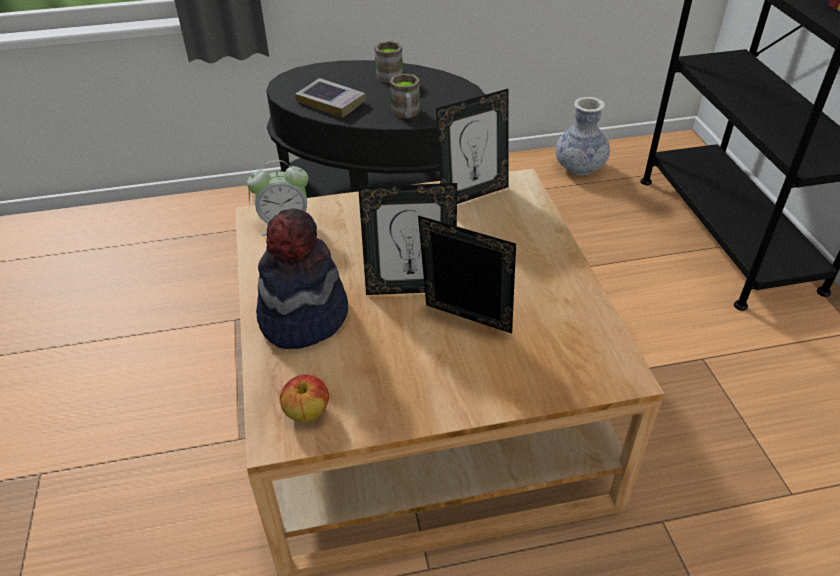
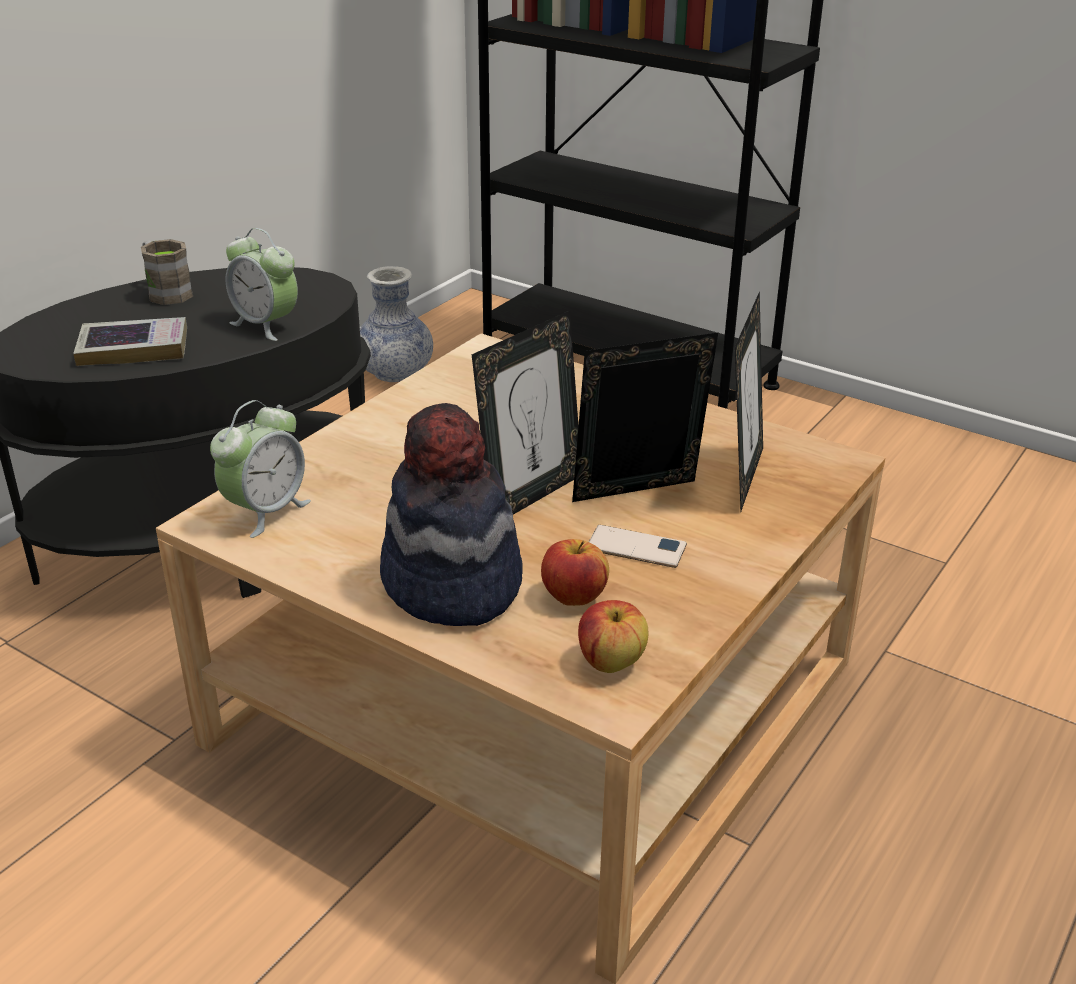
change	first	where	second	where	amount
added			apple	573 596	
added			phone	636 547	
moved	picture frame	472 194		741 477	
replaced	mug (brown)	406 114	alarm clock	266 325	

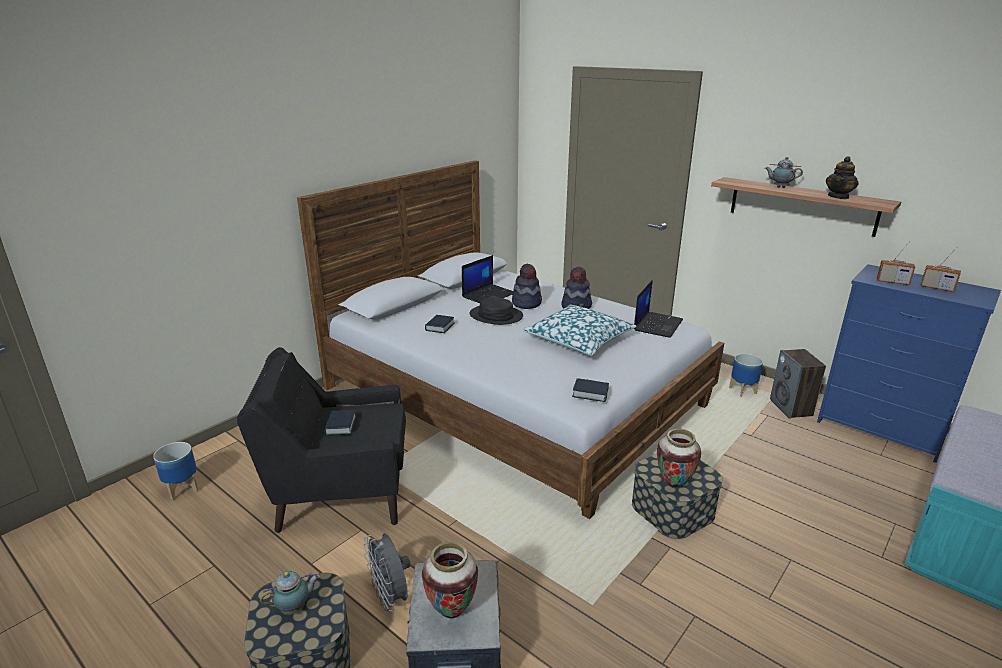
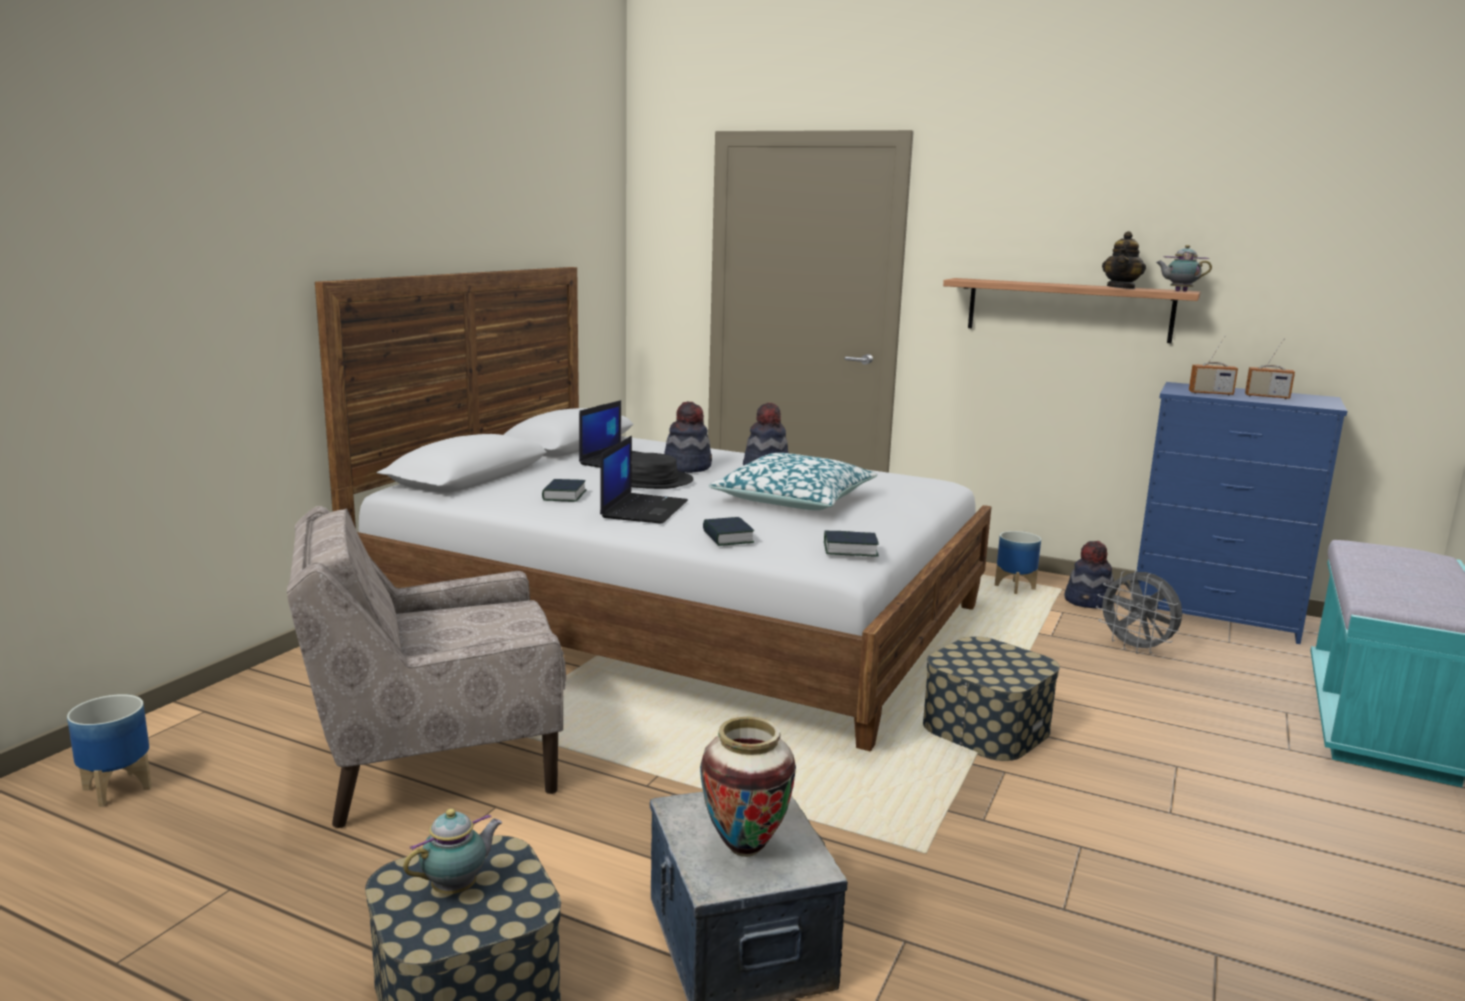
change	first	where	second	where	amount
removed	vase	674 484			
moved	book	340 426		728 537	
moved	fan (grey)	390 597		1136 648	
moved	laptop	657 324		644 509	
moved	teapot	779 187		1179 291	
replaced	speaker	791 408	hat	1089 601	
recoloured	armchair (black)	341 491	armchair (beige)	435 760	

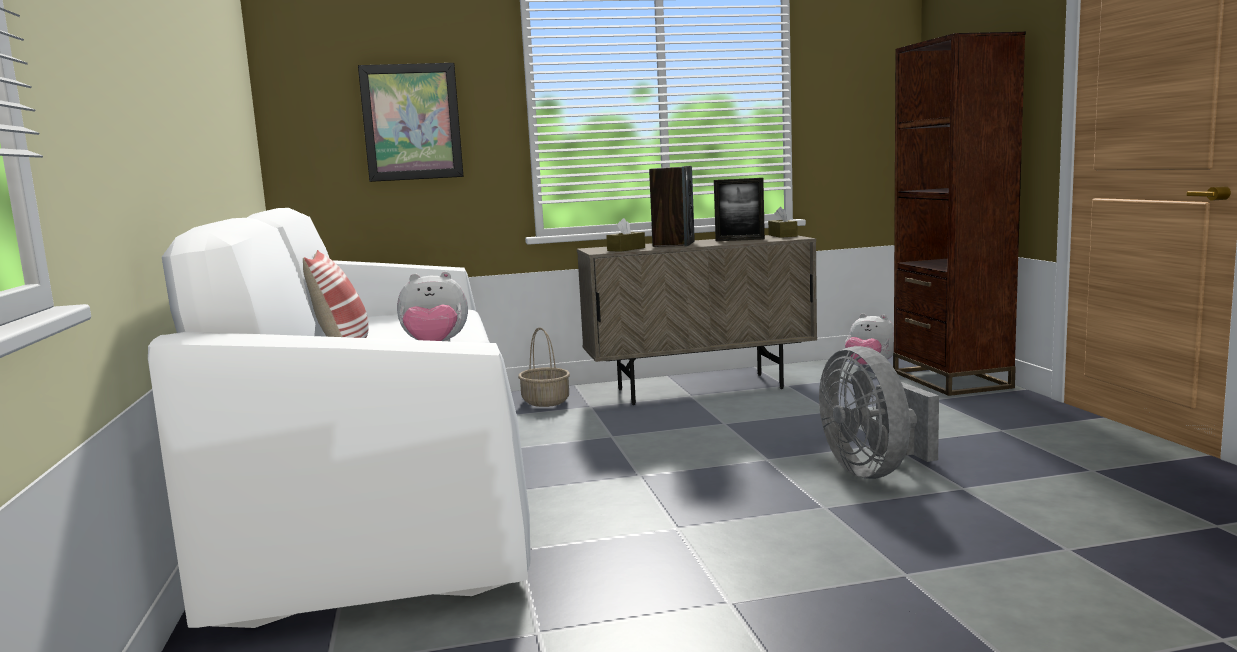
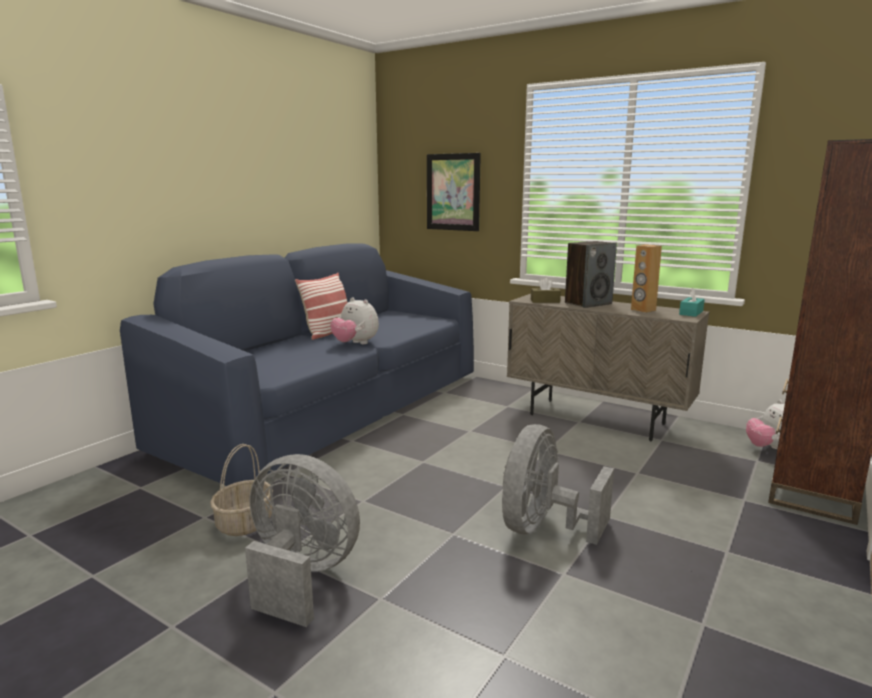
change	first	where	second	where	amount
added			fan (grey)	301 576	
moved	basket	545 401		244 523	
replaced	picture frame	740 240	speaker (brown)	643 310	
recoloured	sofa (white)	384 478	sofa (blue)	333 410	
recoloured	tissue box (brown)	782 235	tissue box (turquoise)	691 313	

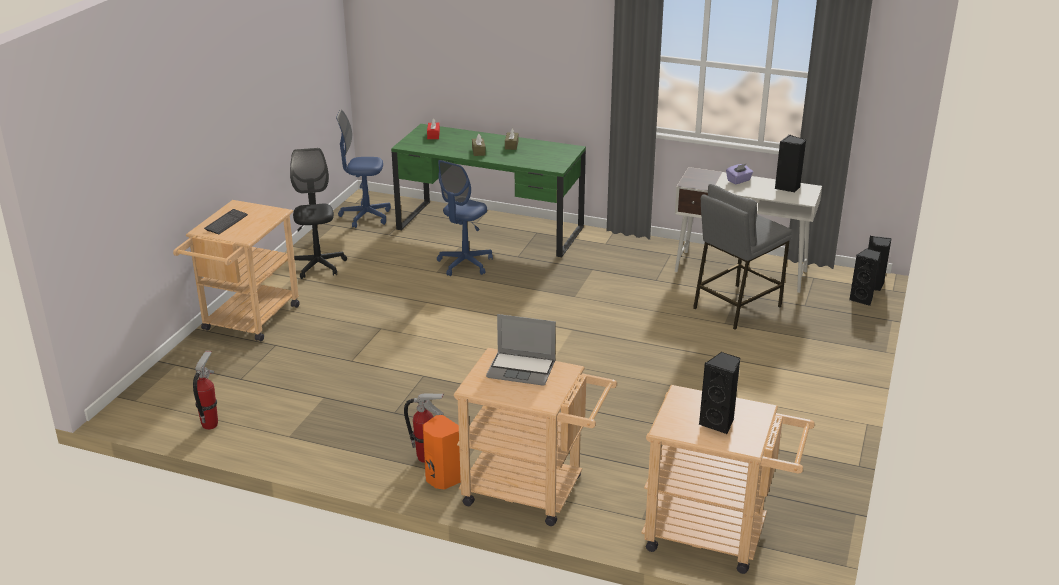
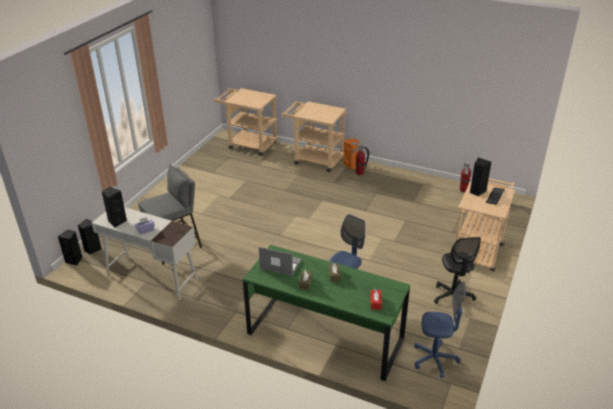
change	first	where	second	where	amount
moved	laptop	522 369		279 265	
moved	speaker (black)	719 423		476 191	

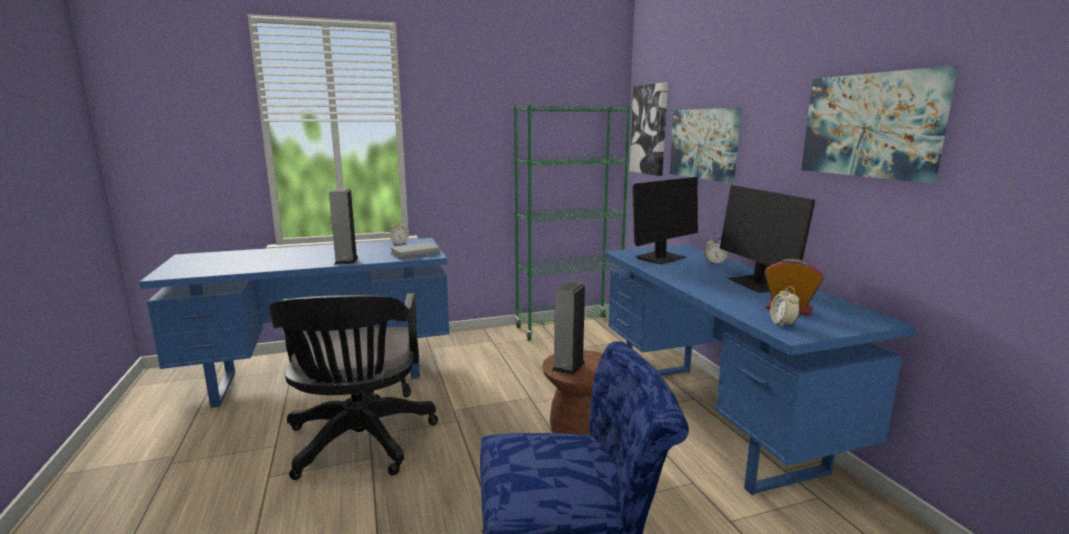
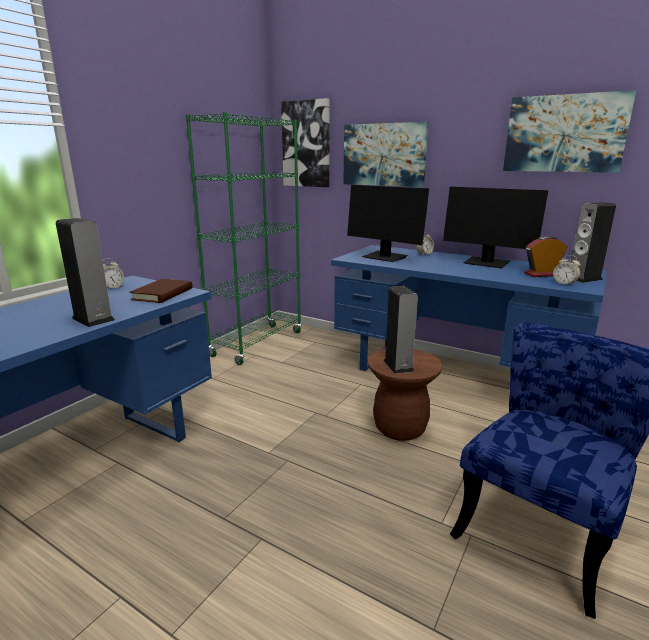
change	first	where	second	where	amount
removed	office chair (black)	359 444			
added			speaker	583 279	
recoloured	book (grey)	415 253	book (brown)	163 294	
turned	monitor	660 258		385 257	120 degrees clockwise

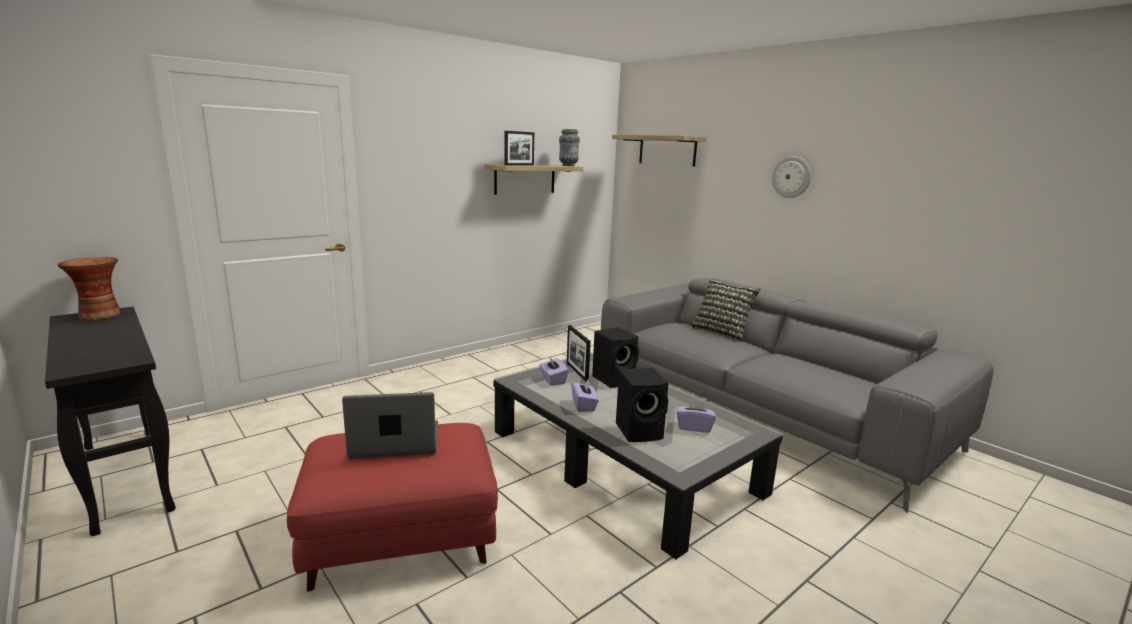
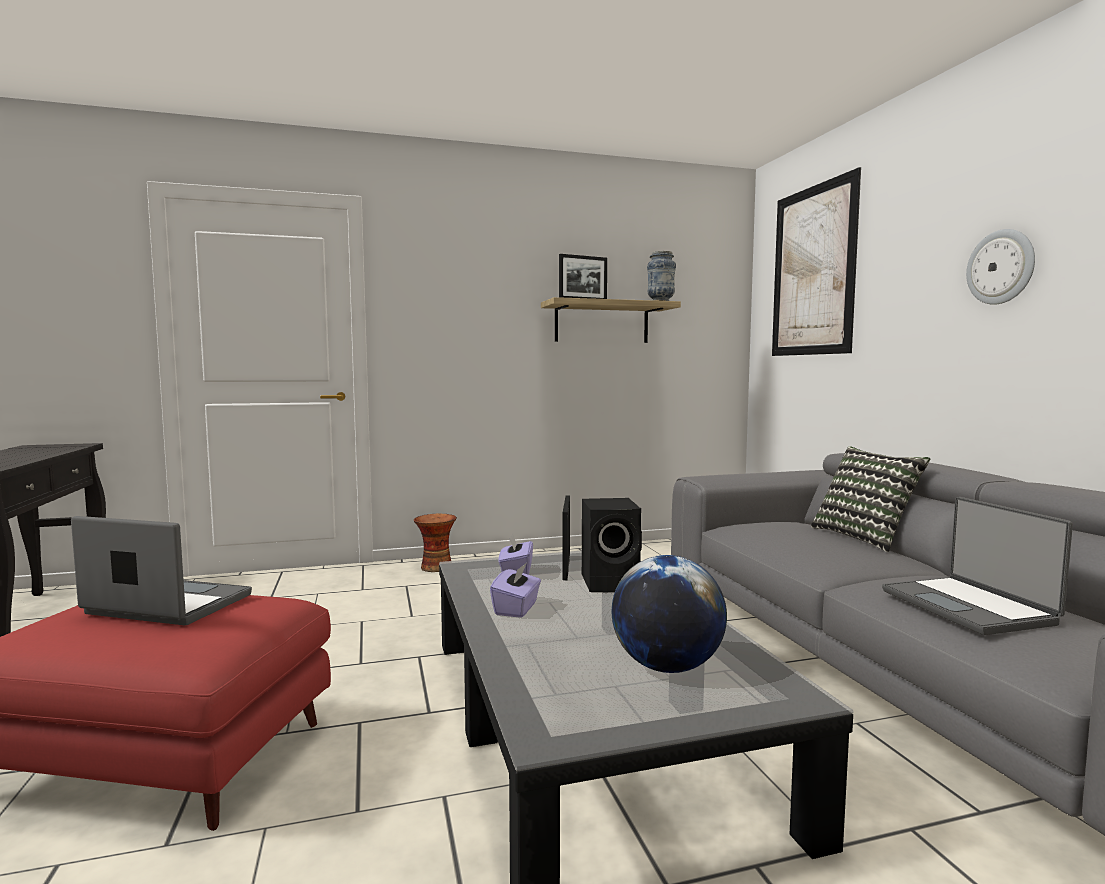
change	first	where	second	where	amount
removed	speaker (black)	640 431			
added			laptop	969 607	
moved	vase	98 315		435 567	
replaced	shelf	667 150	picture	812 271	
replaced	tissue box (purple)	694 427	globe	667 667	

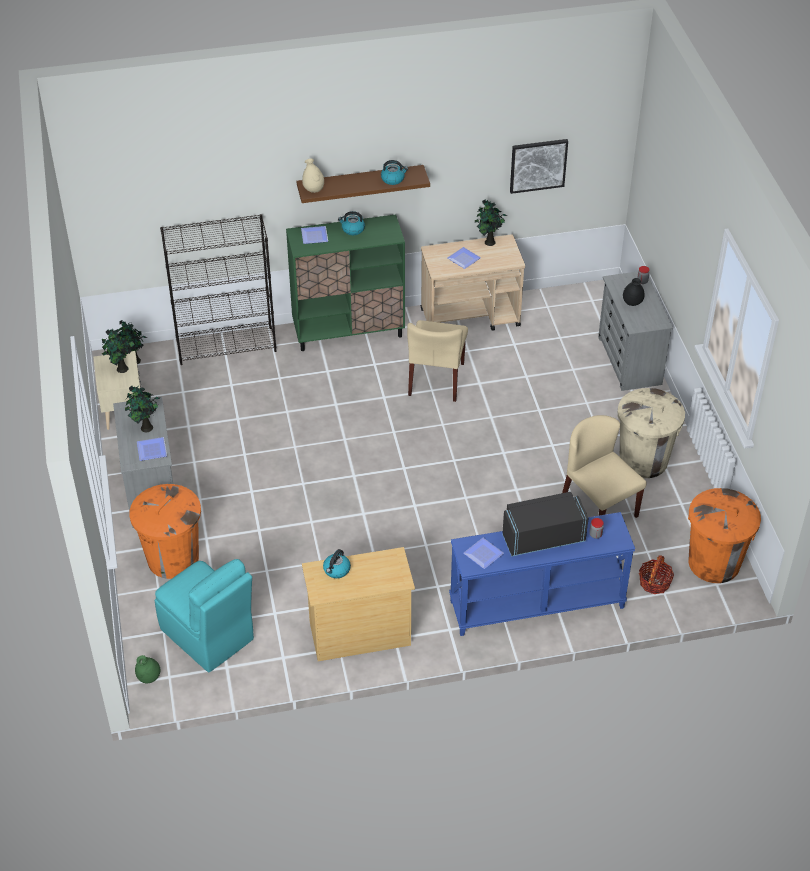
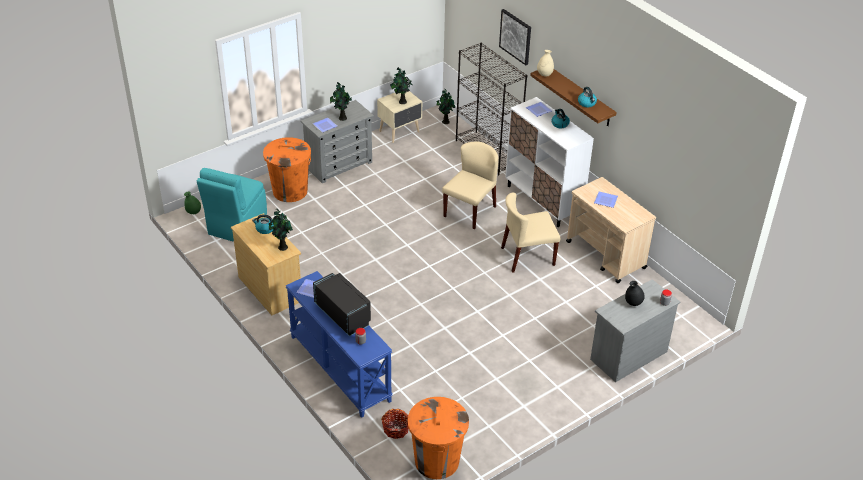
change	first	where	second	where	amount
removed	trash can (beige)	643 460			
moved	potted plant	489 242		282 247	
moved	picture	538 165		516 36	
moved	chair (beige)	598 507		469 211	
recoloured	cabinet (green)	349 331	cabinet (white)	543 201	

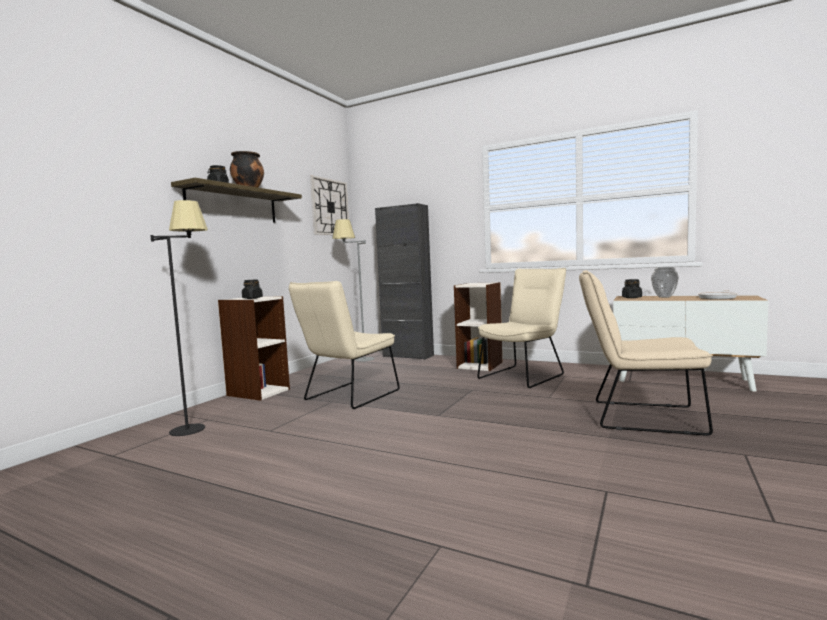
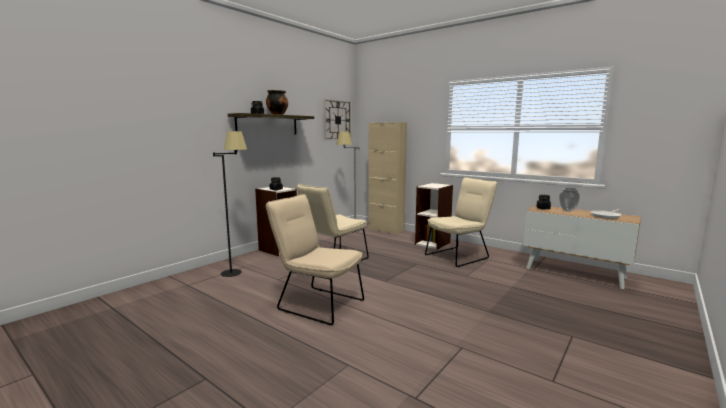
change	first	where	second	where	amount
moved	chair (beige)	637 417		316 303	
recoloured	cabinet (black)	408 356	cabinet (beige)	386 230	

